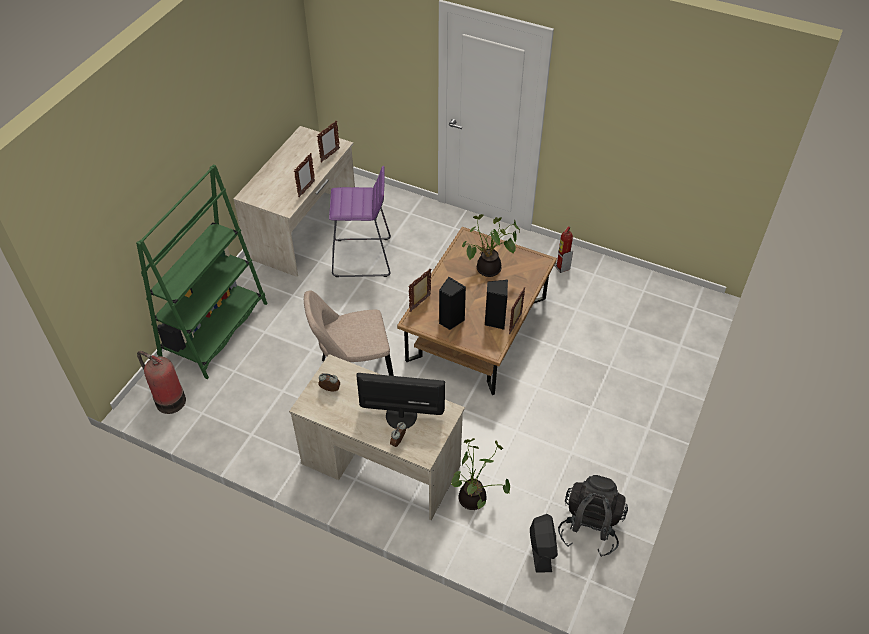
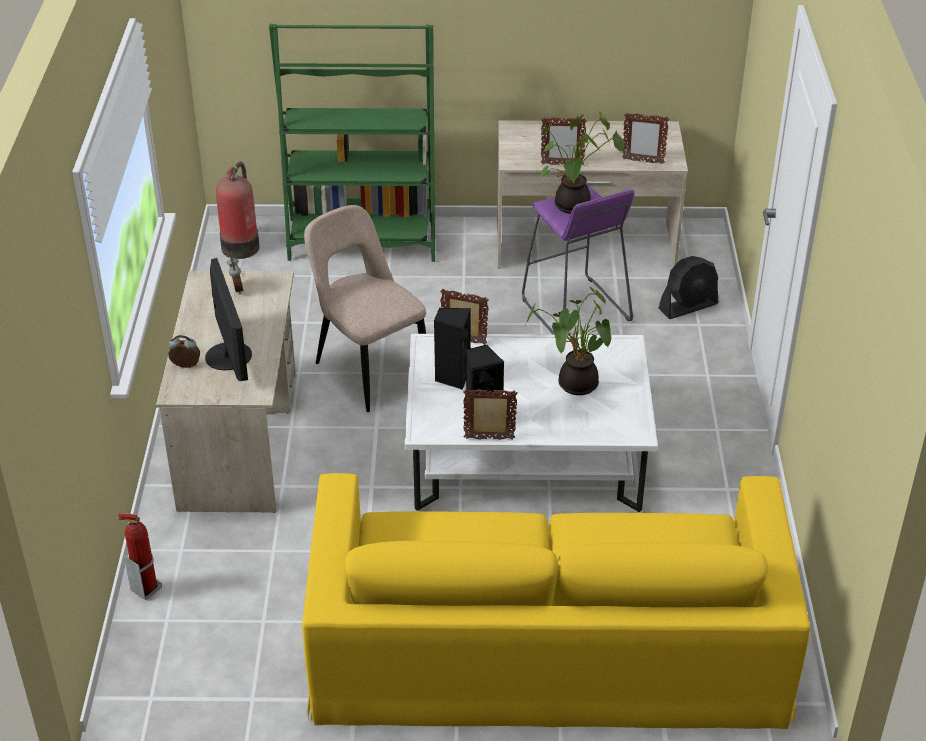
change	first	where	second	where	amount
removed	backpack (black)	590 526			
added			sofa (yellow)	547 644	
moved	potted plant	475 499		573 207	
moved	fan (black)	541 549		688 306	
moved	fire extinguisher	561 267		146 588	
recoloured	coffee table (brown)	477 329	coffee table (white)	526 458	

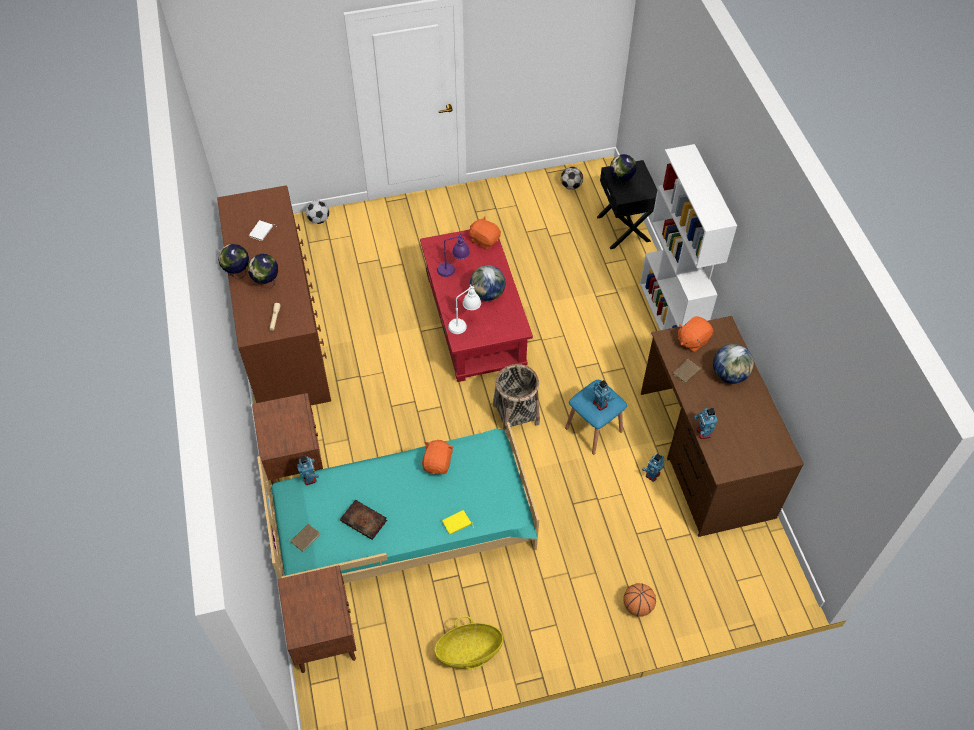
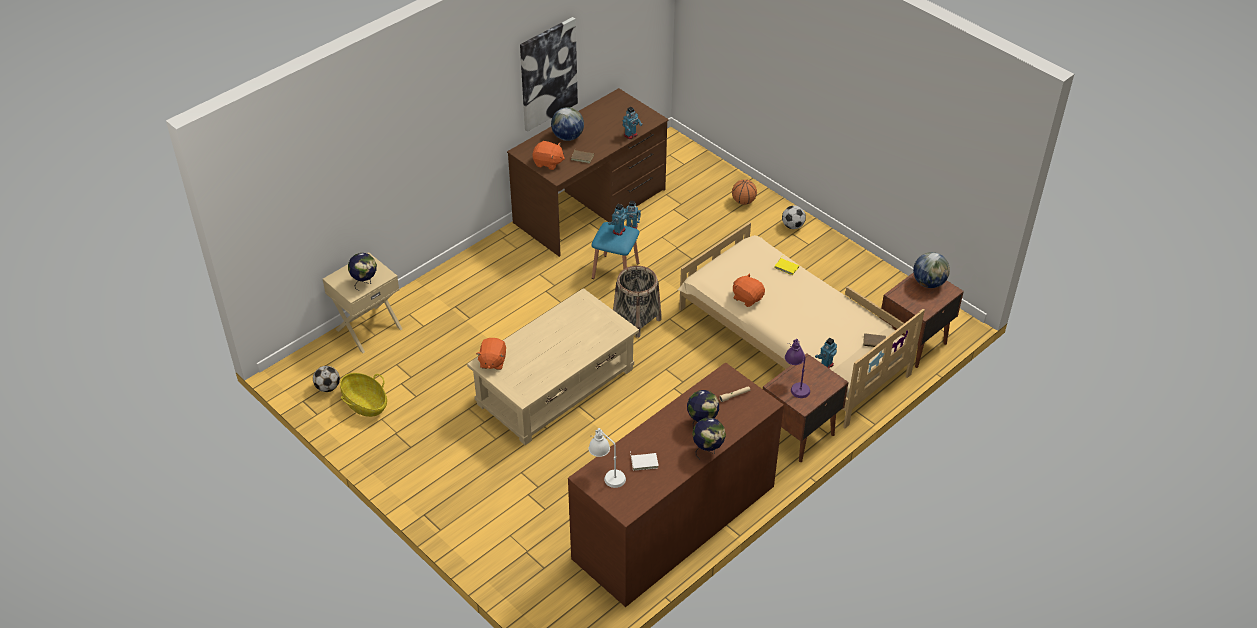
change	first	where	second	where	amount
removed	book	365 521			
removed	bookcase (white)	670 319			
added			picture	548 73	
moved	football	319 220		792 226	
moved	basket	469 651		365 404	
moved	table lamp (purple)	454 270		795 385	
moved	table lamp (white)	464 323		606 475	
moved	globe	487 294		928 283	
recoloured	bed (turquoise)	405 526	bed (beige)	791 341	
recoloured	coffee table (red)	475 320	coffee table (beige)	555 387	
recoloured	nightstand (black)	624 228	nightstand (beige)	368 328	
turned	plush toy (orange)	438 463		747 298	60 degrees clockwise

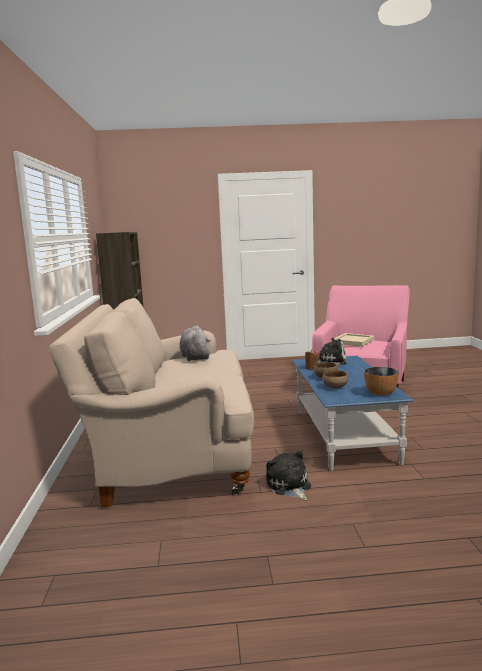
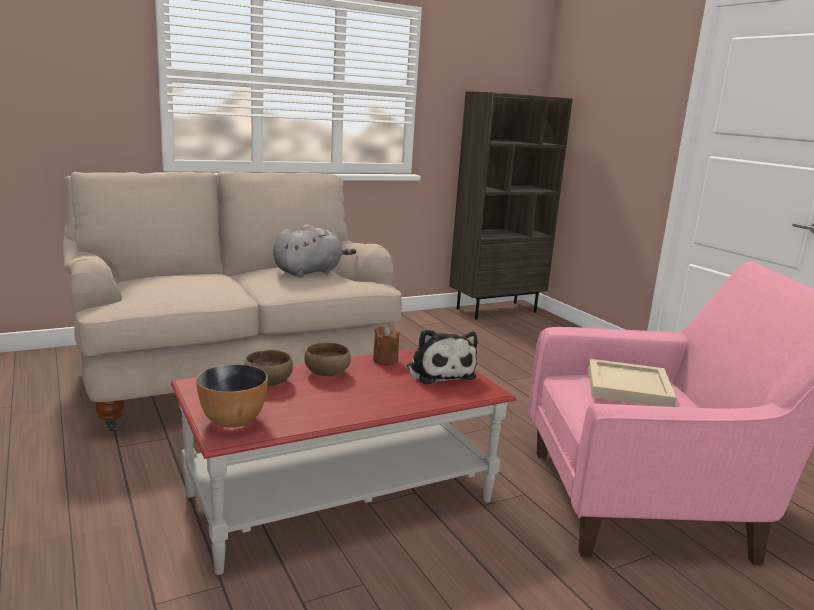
change	first	where	second	where	amount
removed	plush toy	289 486			
recoloured	coffee table (blue)	344 435	coffee table (red)	341 498	

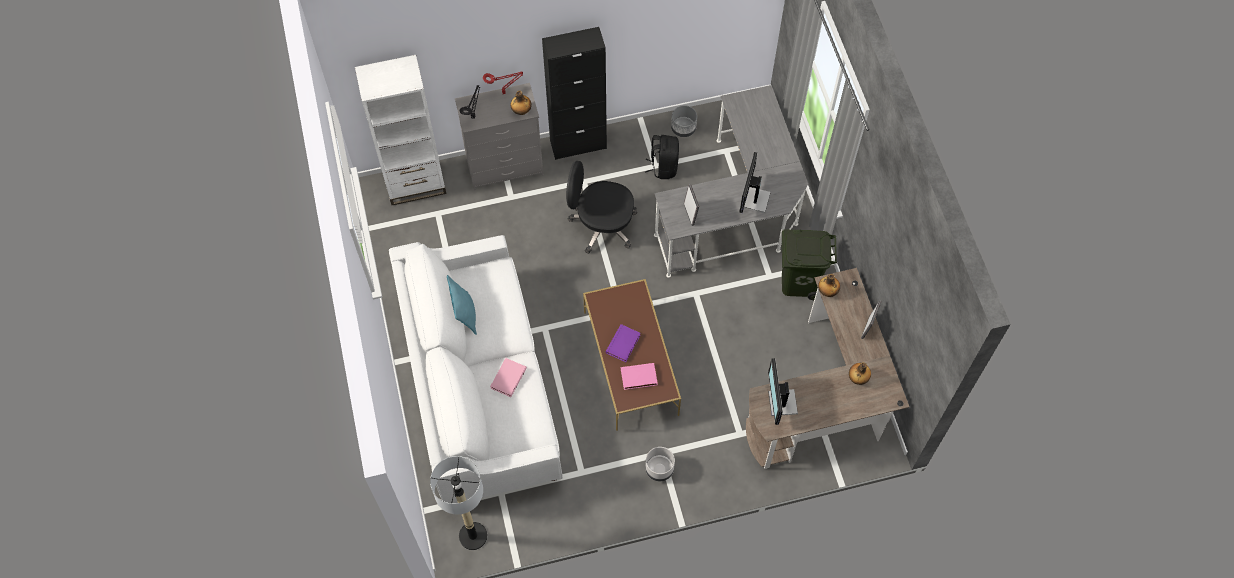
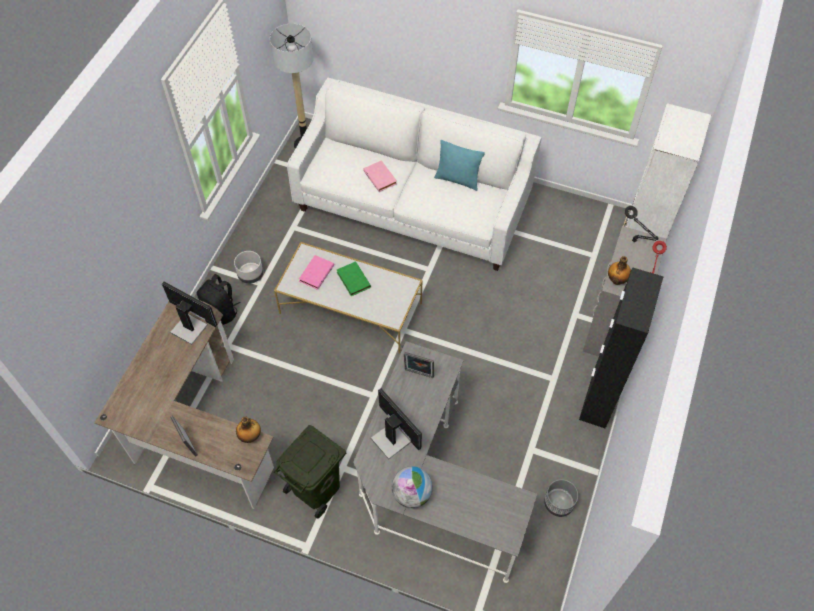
change	first	where	second	where	amount
removed	office chair (black)	602 225			
removed	bottle	857 378			
added			globe	412 494	
moved	backpack (black)	663 166		221 312	
recoloured	coffee table (brown)	630 362	coffee table (white)	351 308	
recoloured	book (purple)	623 344	book (green)	352 280	

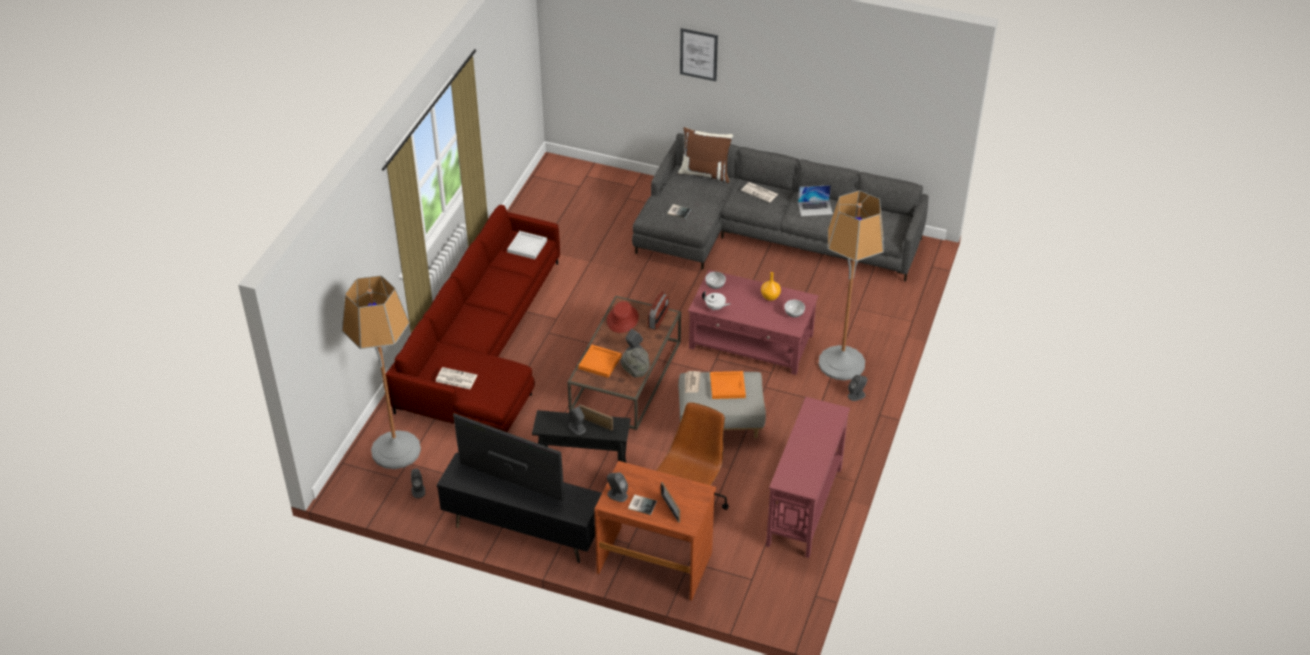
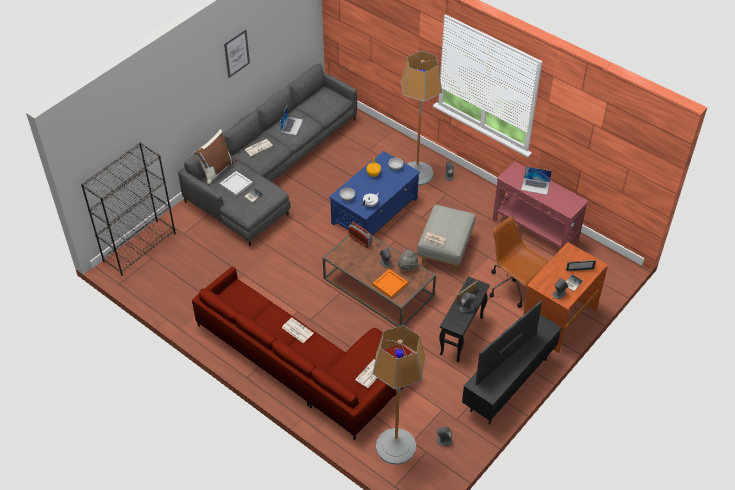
change	first	where	second	where	amount
removed	hat (red)	622 319			
removed	tray (orange)	728 387			
added			bookcase (black)	140 247	
added			newspaper	297 330	
added			laptop	535 186	
moved	tray (white)	528 246		236 184	
moved	picture	698 54		236 53	
recoloured	coffee table (red)	751 341	coffee table (blue)	375 211	

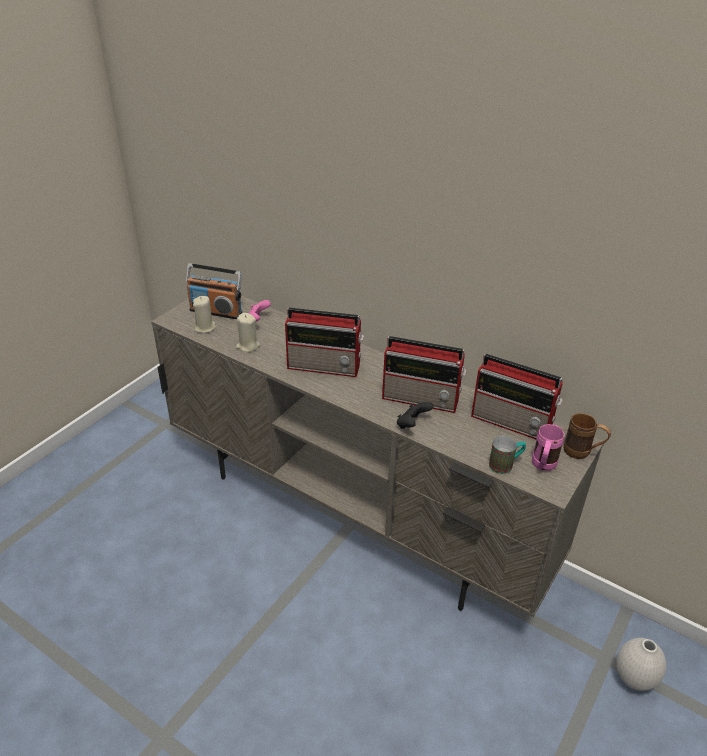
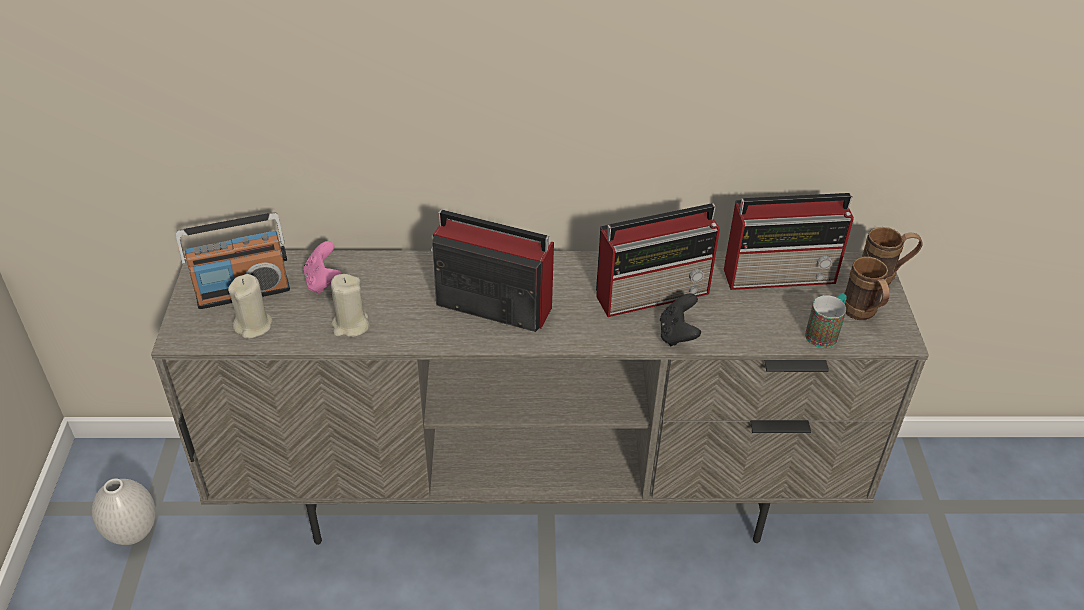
change	first	where	second	where	amount
moved	vase (white)	633 680		133 534	
recoloured	mug (pink)	542 466	mug (brown)	862 315	
turned	radio	325 366		490 305	135 degrees counterclockwise

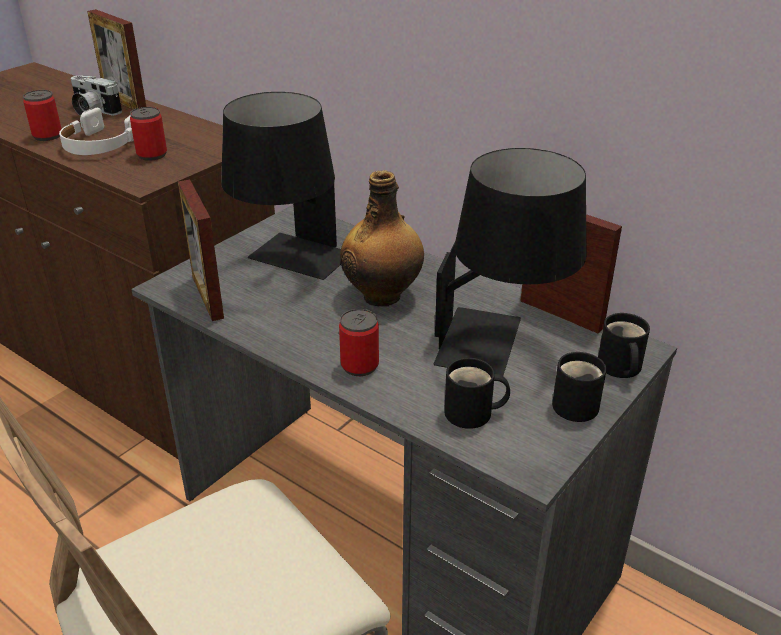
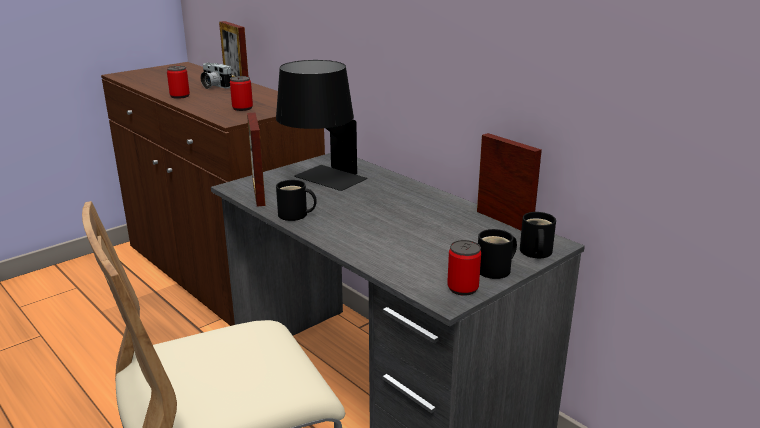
change	first	where	second	where	amount
removed	headphones (white)	100 144			
removed	bottle	383 295			
removed	table lamp (black)	502 344			
moved	can	359 366		462 288	
moved	mug (black)	473 414		295 215	

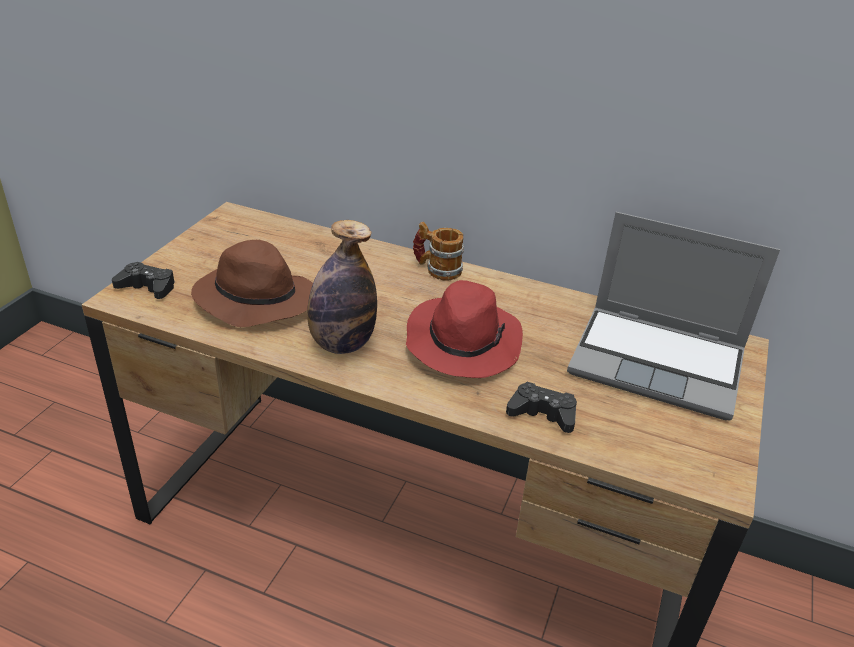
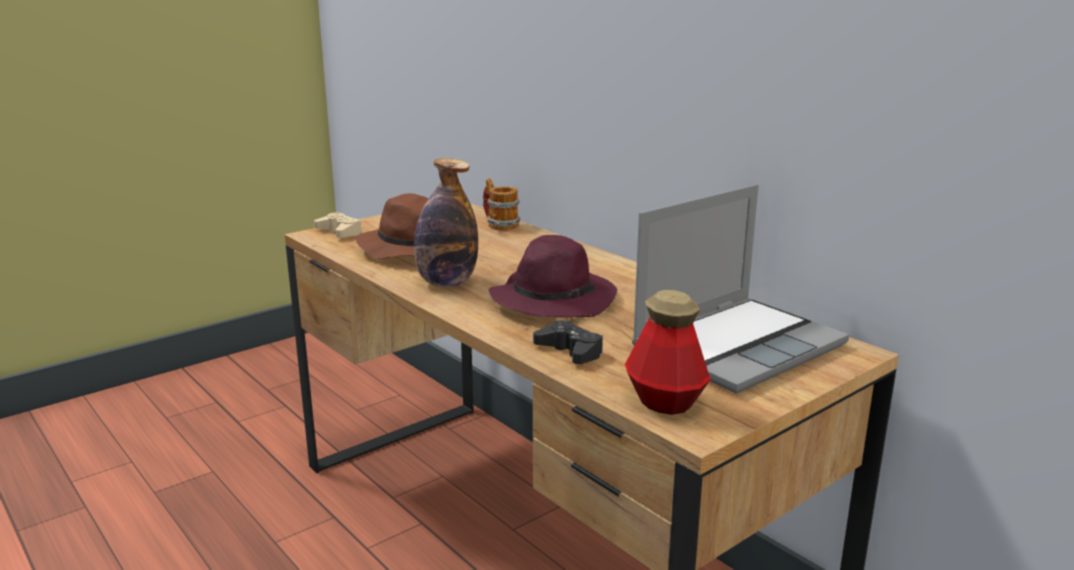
change	first	where	second	where	amount
added			bottle	665 401	
moved	mug	437 269		499 224	
recoloured	game controller (black)	147 287	game controller (beige)	339 232	
recoloured	hat (red)	462 342	hat (purple)	553 299	
turned	laptop	659 363		738 345	90 degrees counterclockwise

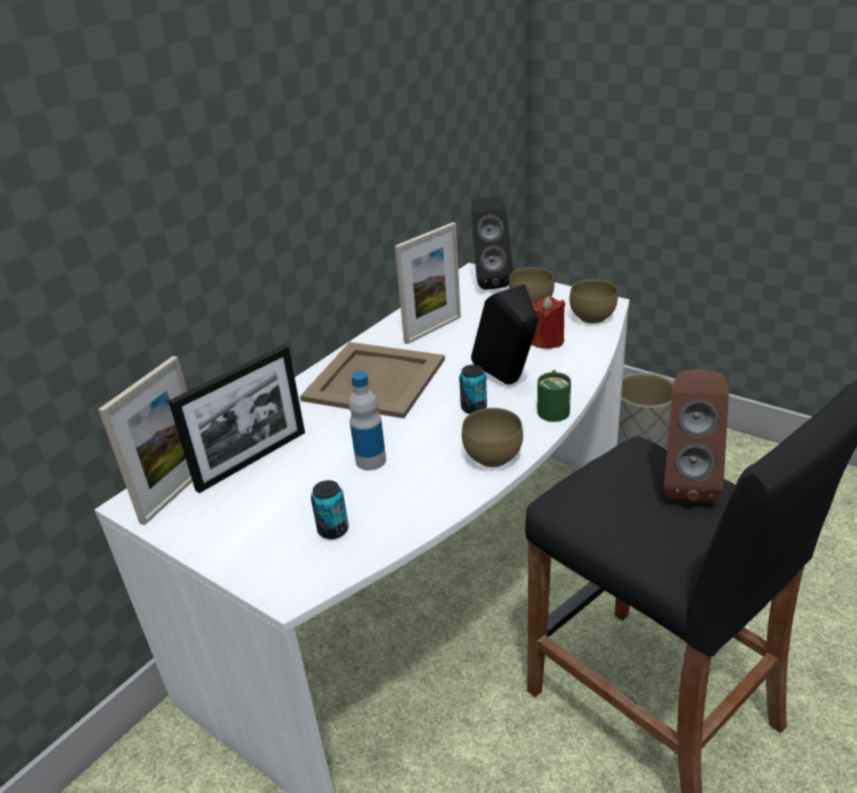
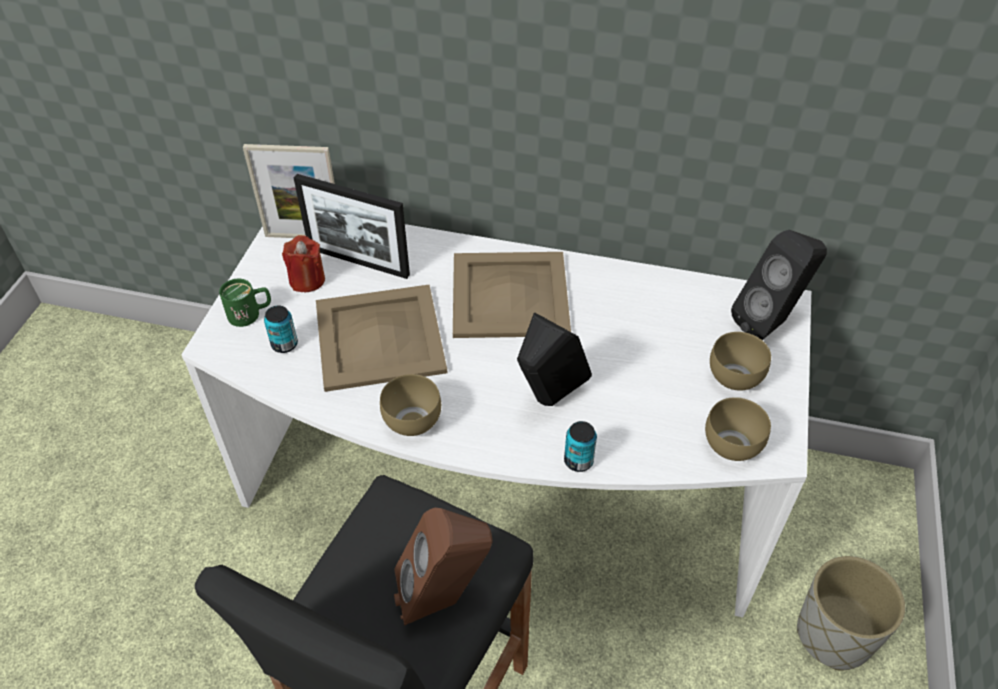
change	first	where	second	where	amount
removed	picture frame	433 329			
moved	can	474 408		578 461	
moved	candle (red)	547 341		307 280	
moved	mug (green)	553 408		251 314	
replaced	bottle	371 460	tray (beige)	380 336	

